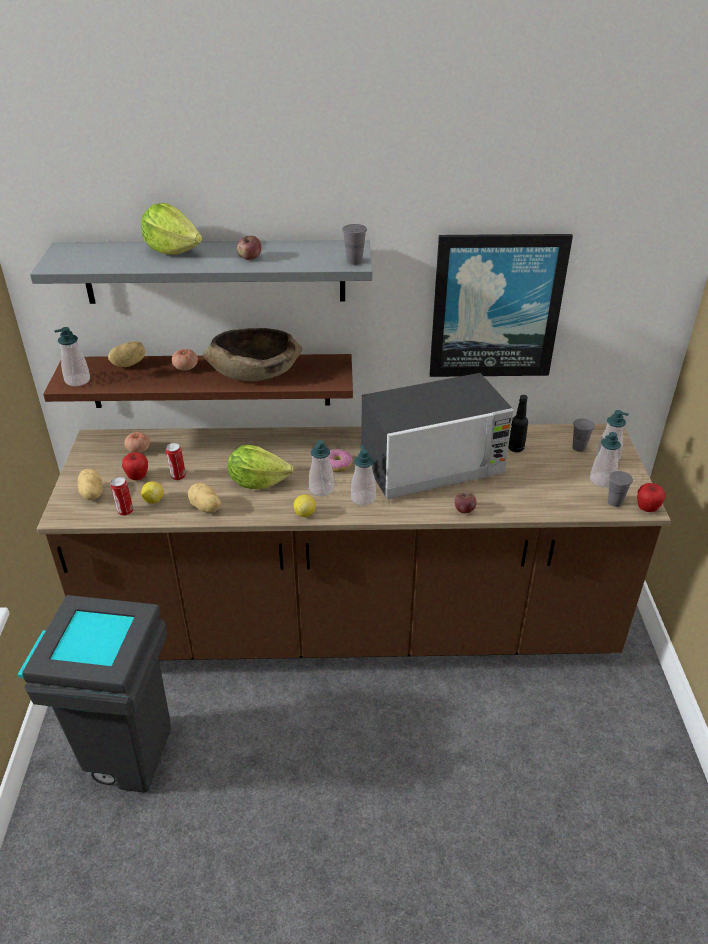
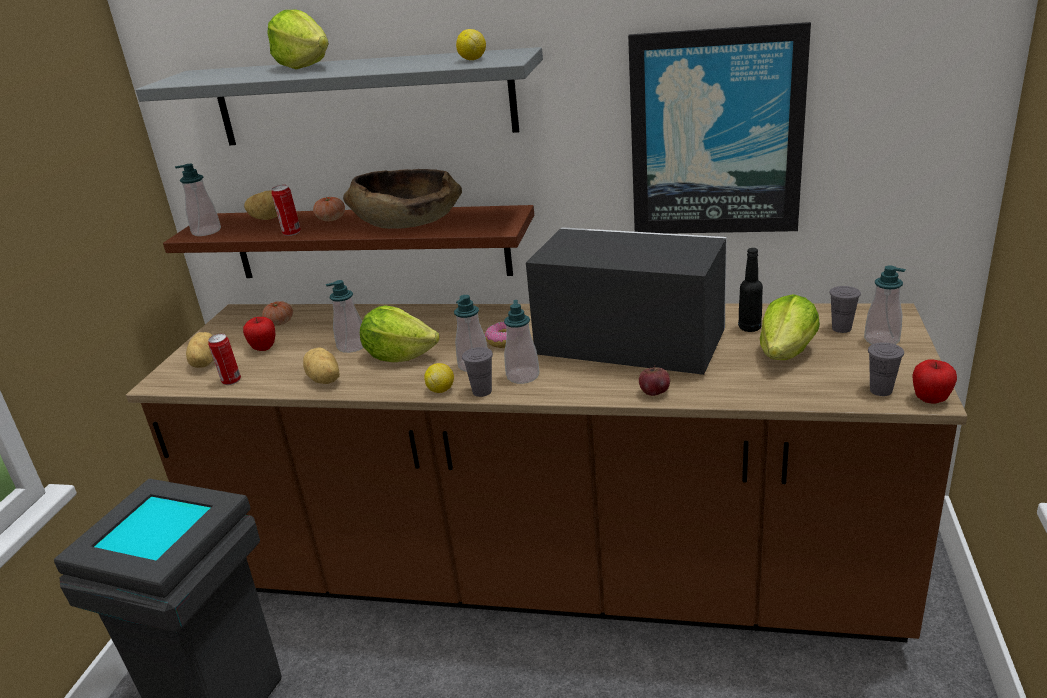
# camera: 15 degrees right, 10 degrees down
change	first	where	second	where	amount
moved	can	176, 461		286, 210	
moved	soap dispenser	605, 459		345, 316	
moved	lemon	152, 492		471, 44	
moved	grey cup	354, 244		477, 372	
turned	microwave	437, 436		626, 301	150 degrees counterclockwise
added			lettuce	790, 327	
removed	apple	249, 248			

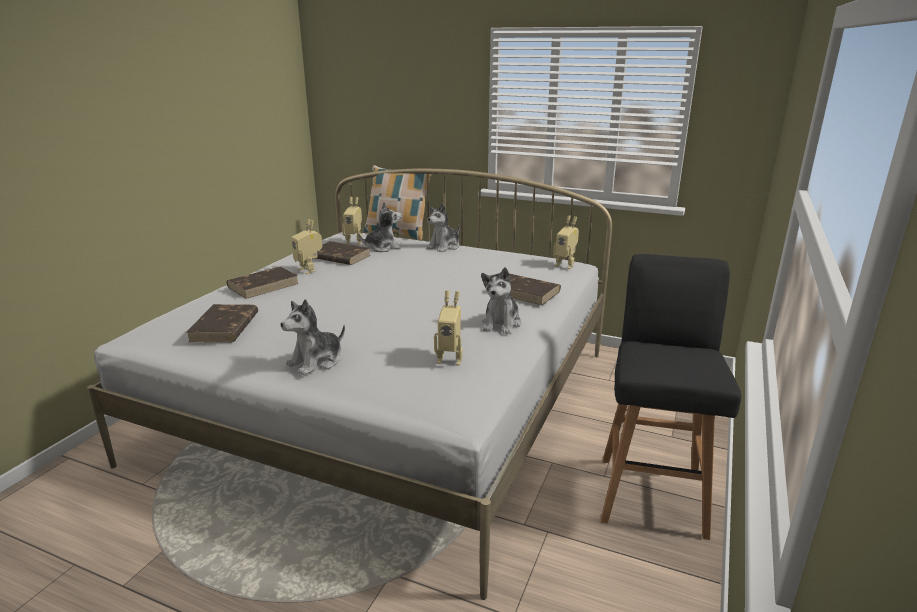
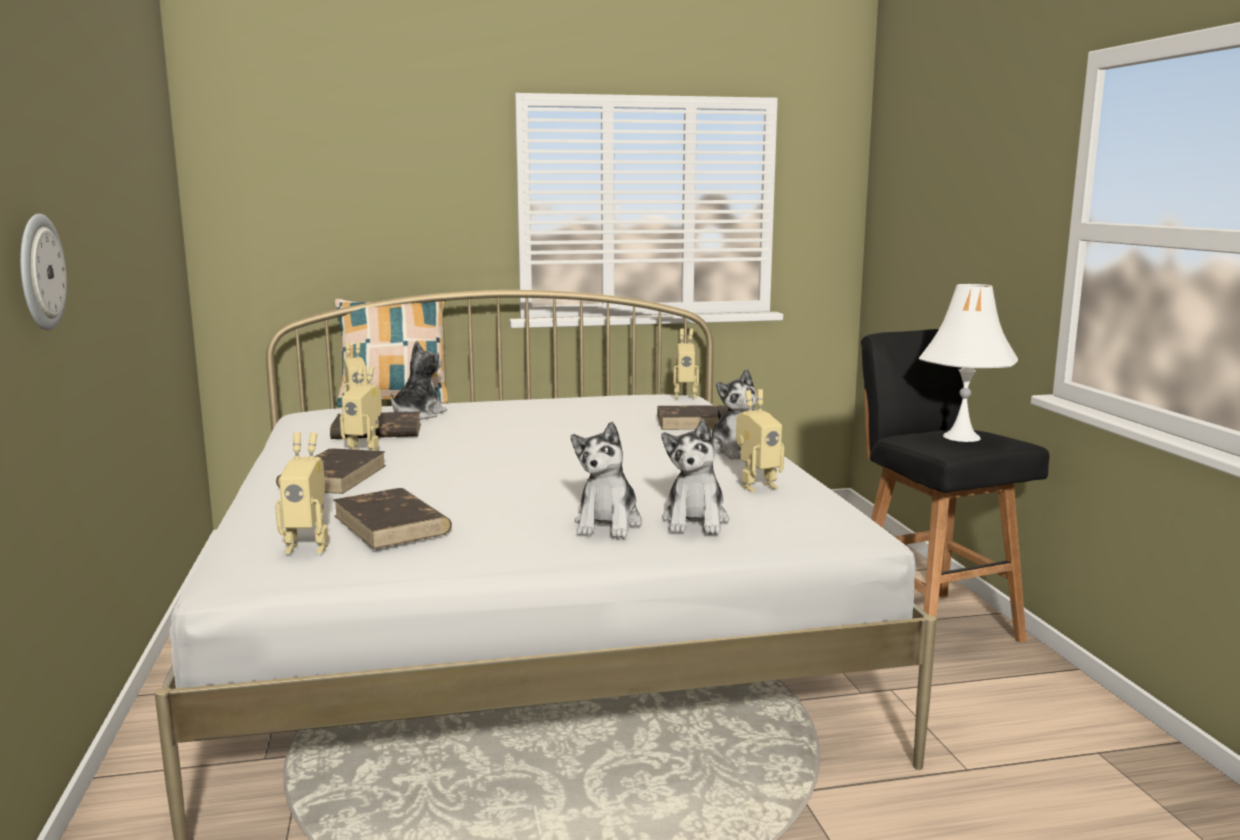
# camera: 35 degrees left, 10 degrees down
change	first	where	second	where	amount
added			wall clock	43, 272	
added			toy robot	301, 492	
moved	plush toy	443, 227		695, 476	
added			white table lamp	968, 363	

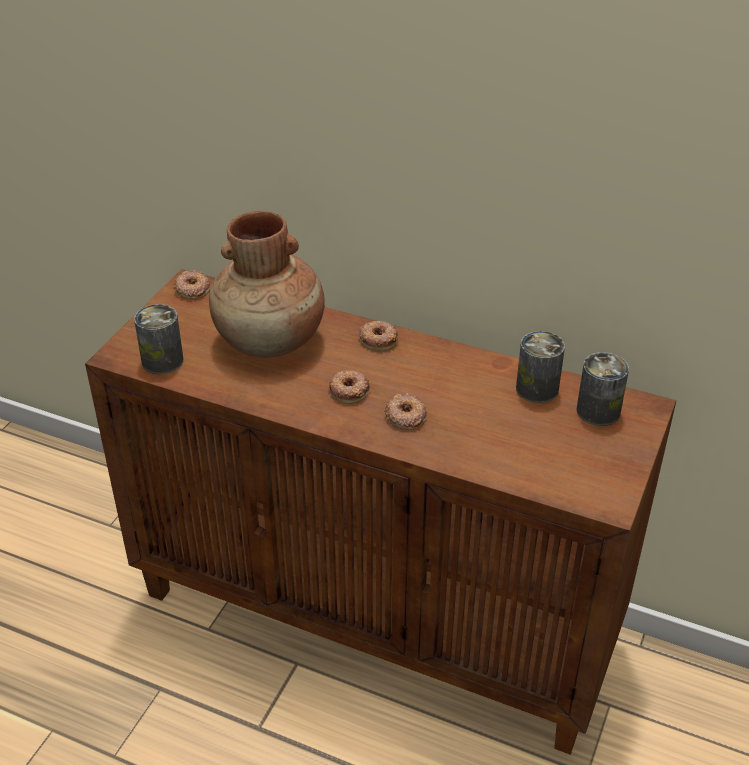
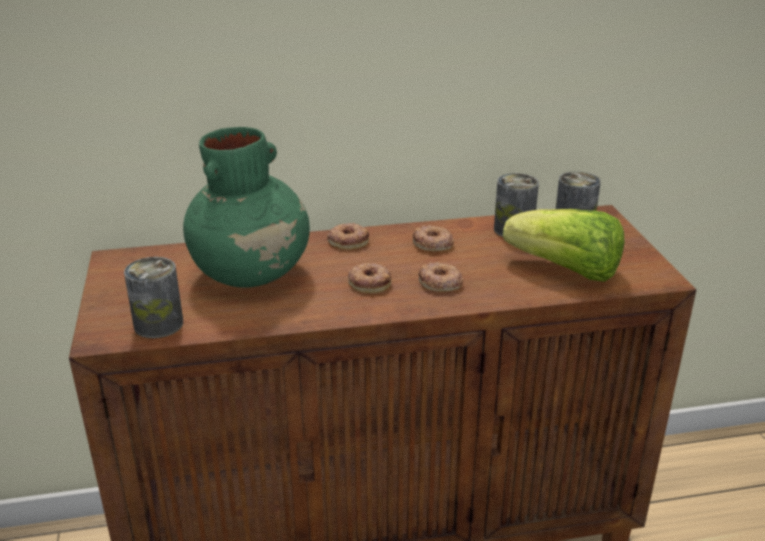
# camera: 35 degrees left, 10 degrees down
change	first	where	second	where	amount
recoloured	brown vase	267, 284	green vase	246, 207	
moved	donut	191, 284		433, 238	
added			lettuce	564, 245	

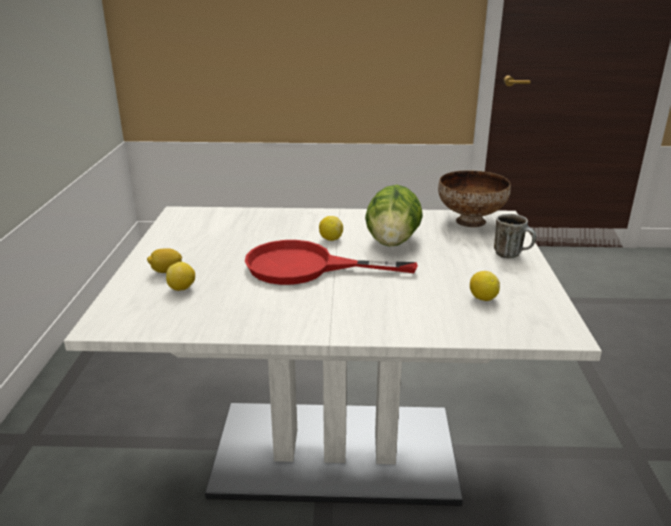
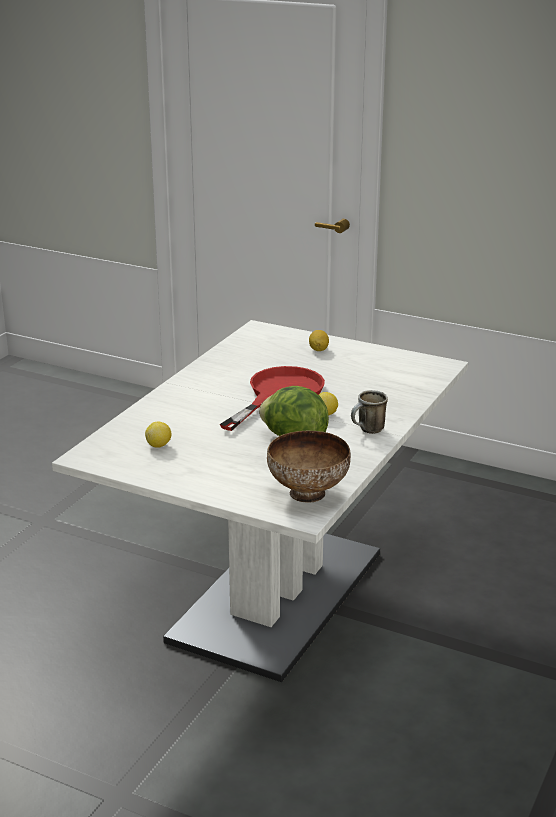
# camera: 115 degrees right, 0 degrees up
change	first	where	second	where	amount
moved	mug	515, 236		369, 412	
removed	lemon	180, 276			

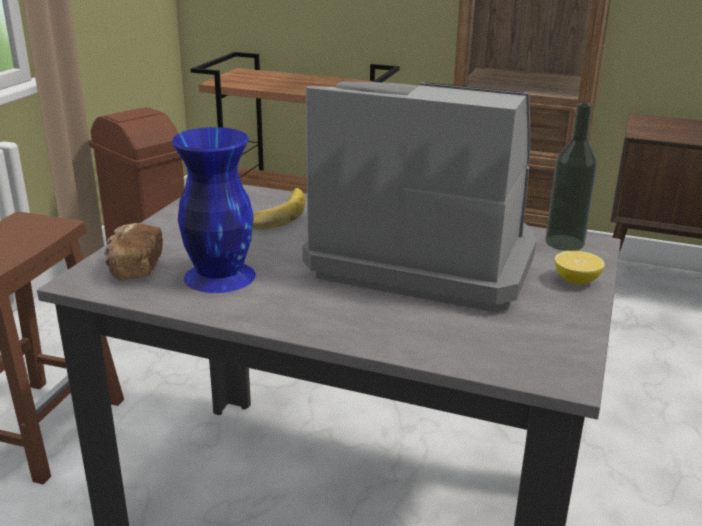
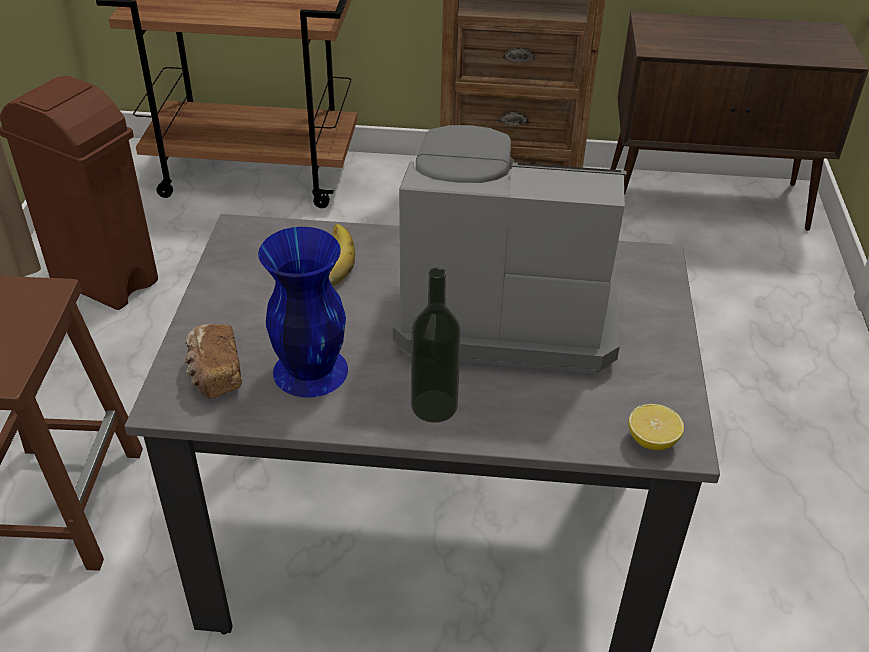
# camera: 15 degrees left, 15 degrees up
change	first	where	second	where	amount
moved	bottle	571, 177		436, 345	
moved	lemon	579, 268		656, 427	

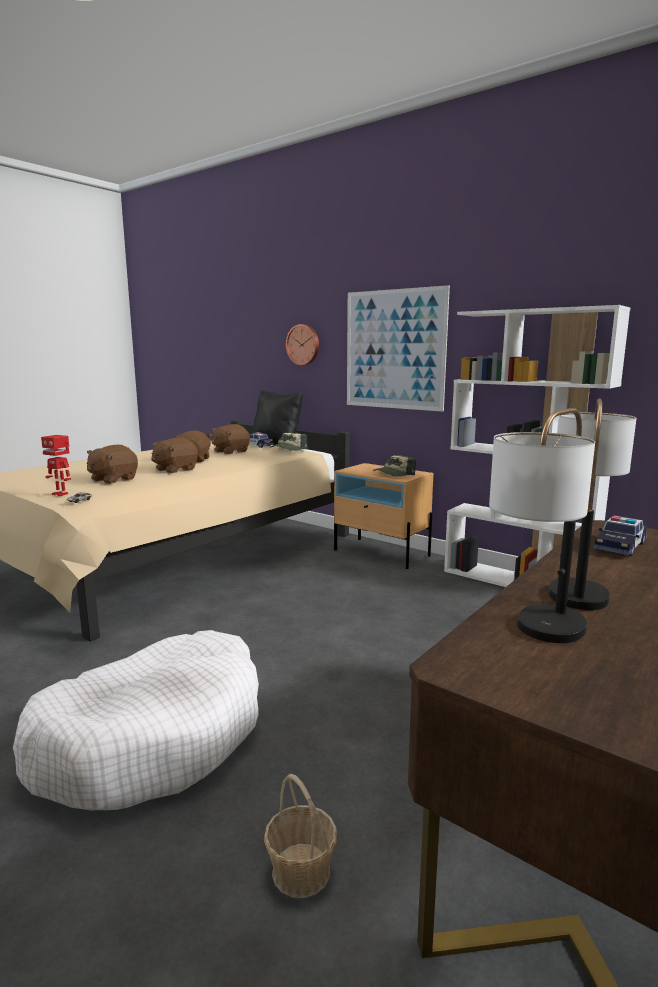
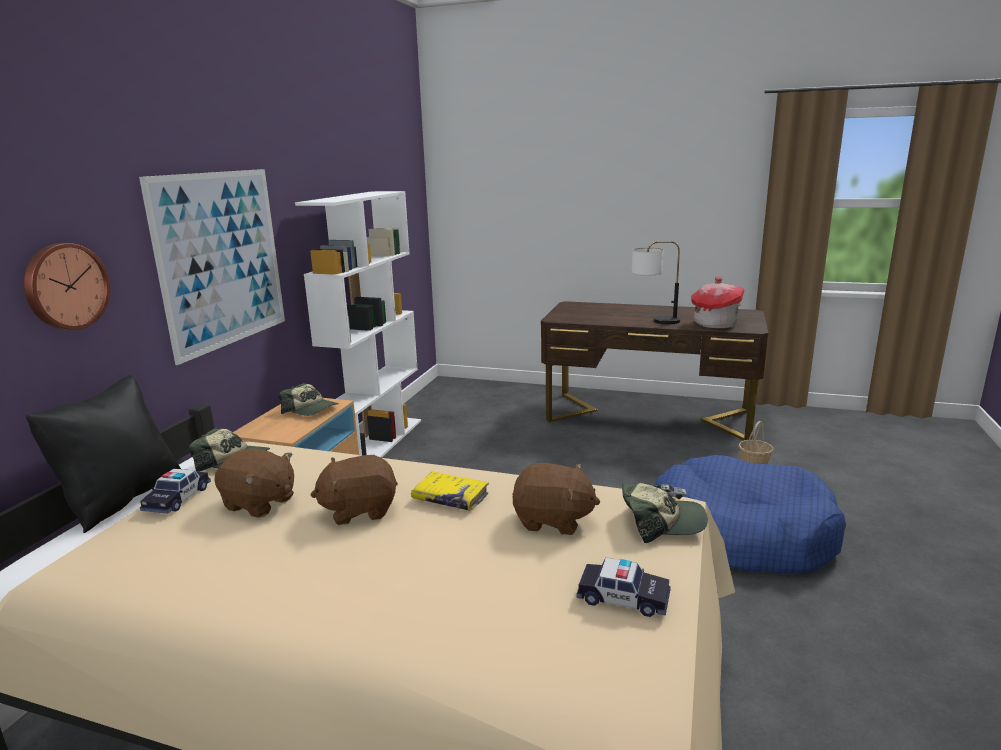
# camera: 110 degrees left, 5 degrees up
change	first	where	second	where	amount
replaced	brown plush toy	174, 455	yellow book	450, 491	
moved	toy car	620, 536		623, 587	
replaced	toy robot	56, 465	cap	665, 513	
recoloured	white dog bed	136, 720	blue dog bed	750, 514	
replaced	table lamp	542, 525	toy house	718, 302	

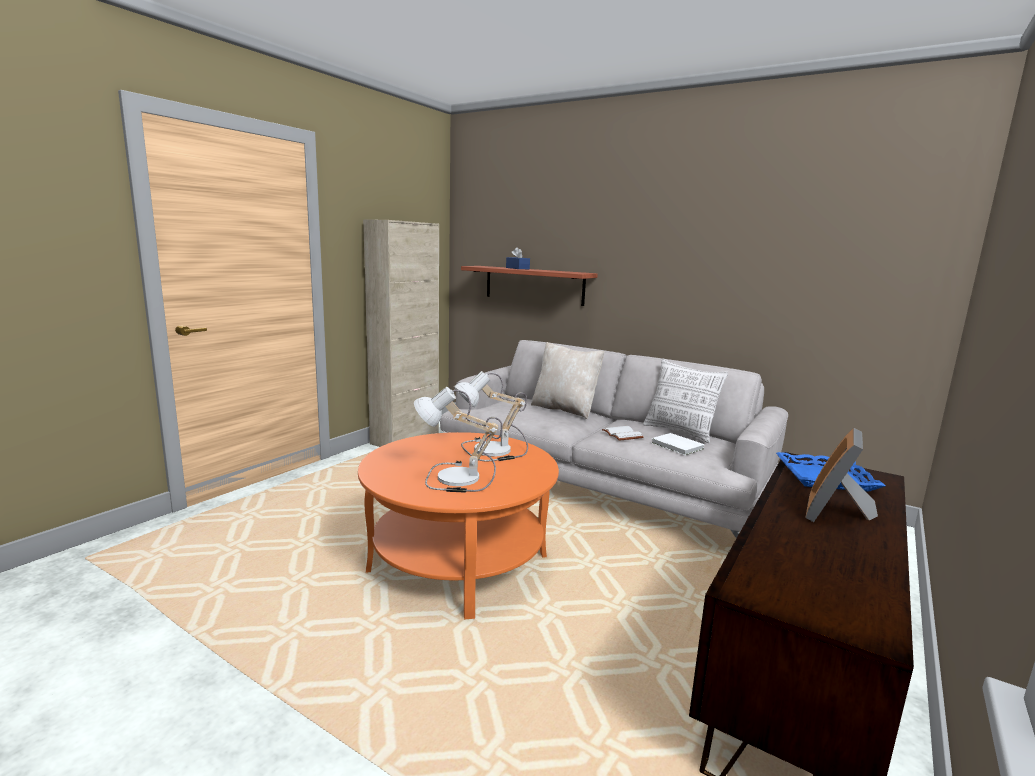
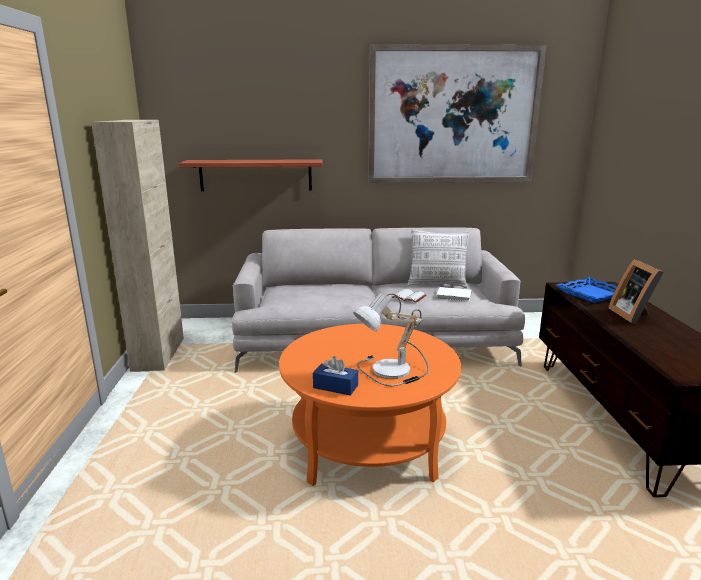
# camera: 35 degrees left, 5 degrees up
change	first	where	second	where	amount
moved	blue tissue box	518, 258		335, 376	
added			picture	457, 113	
removed	table lamp	491, 416			
removed	beige pillow	567, 380			

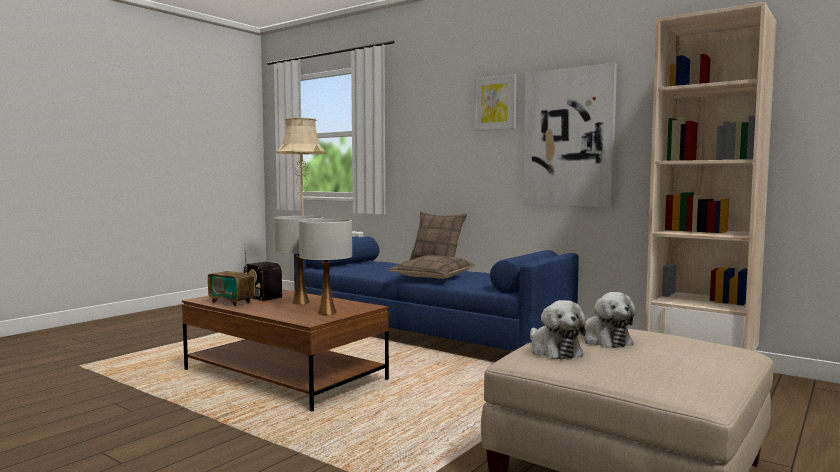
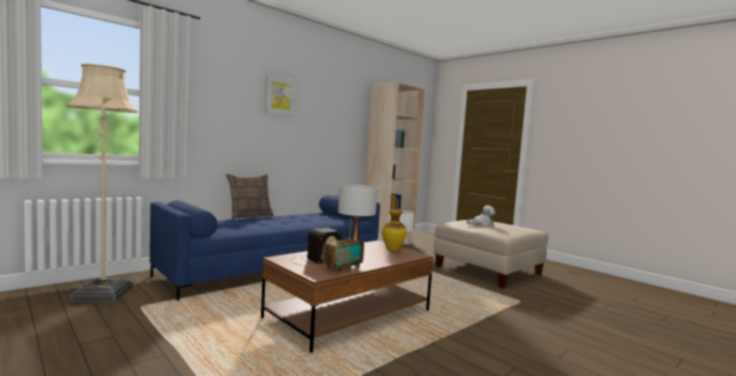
# camera: 80 degrees left, 0 degrees up
change	first	where	second	where	amount
replaced	white table lamp	325, 267	vase	394, 231	
removed	pillow	431, 267			
removed	picture	570, 135			
removed	plush toy	558, 330			

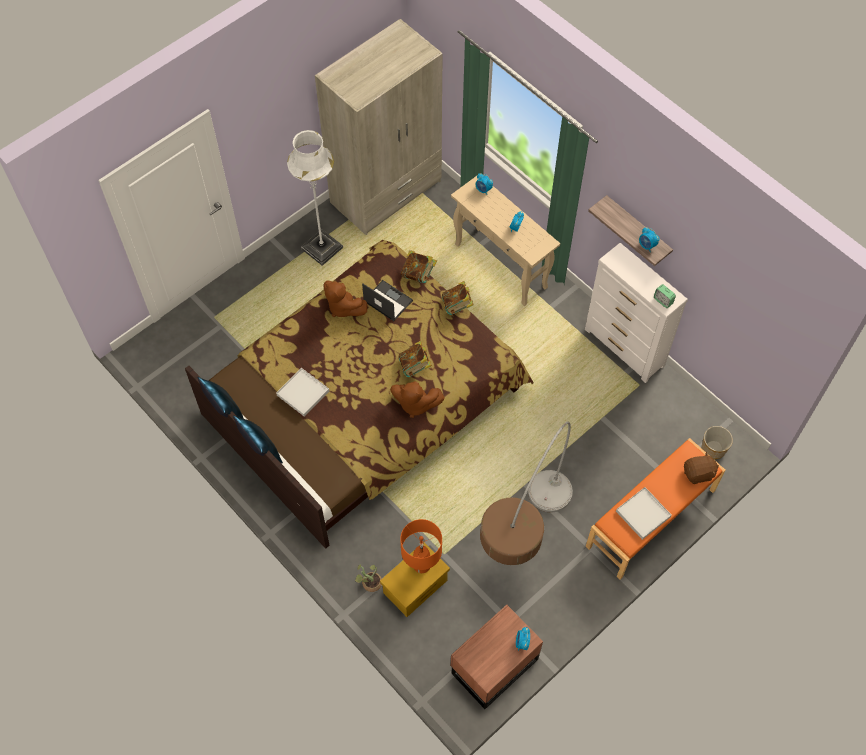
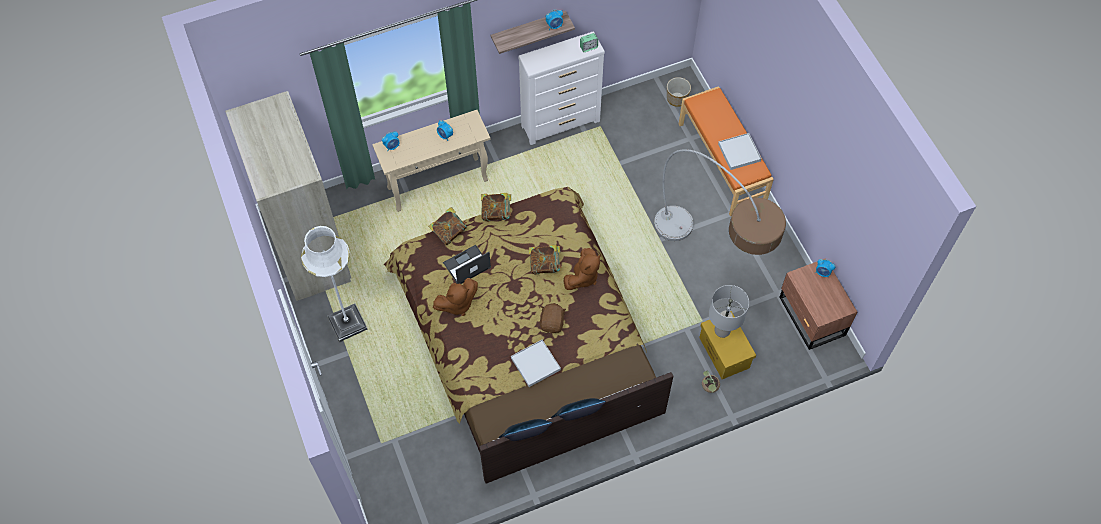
# camera: 70 degrees left, 0 degrees up
change	first	where	second	where	amount
moved	brown plush toy	701, 468		553, 318	
recoloured	orange table lamp	421, 546	grey table lamp	729, 311	

